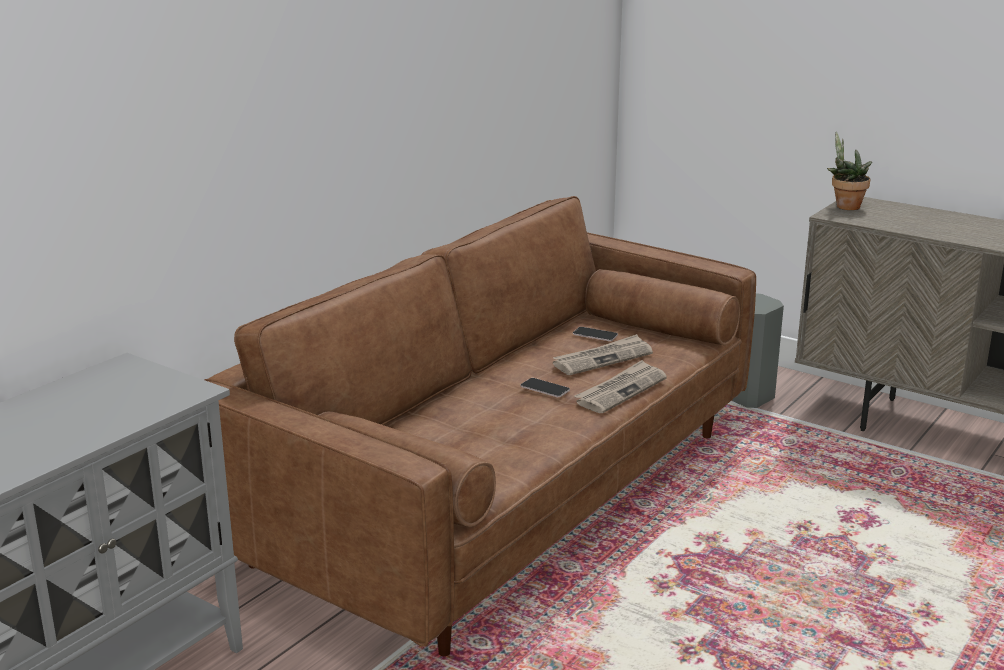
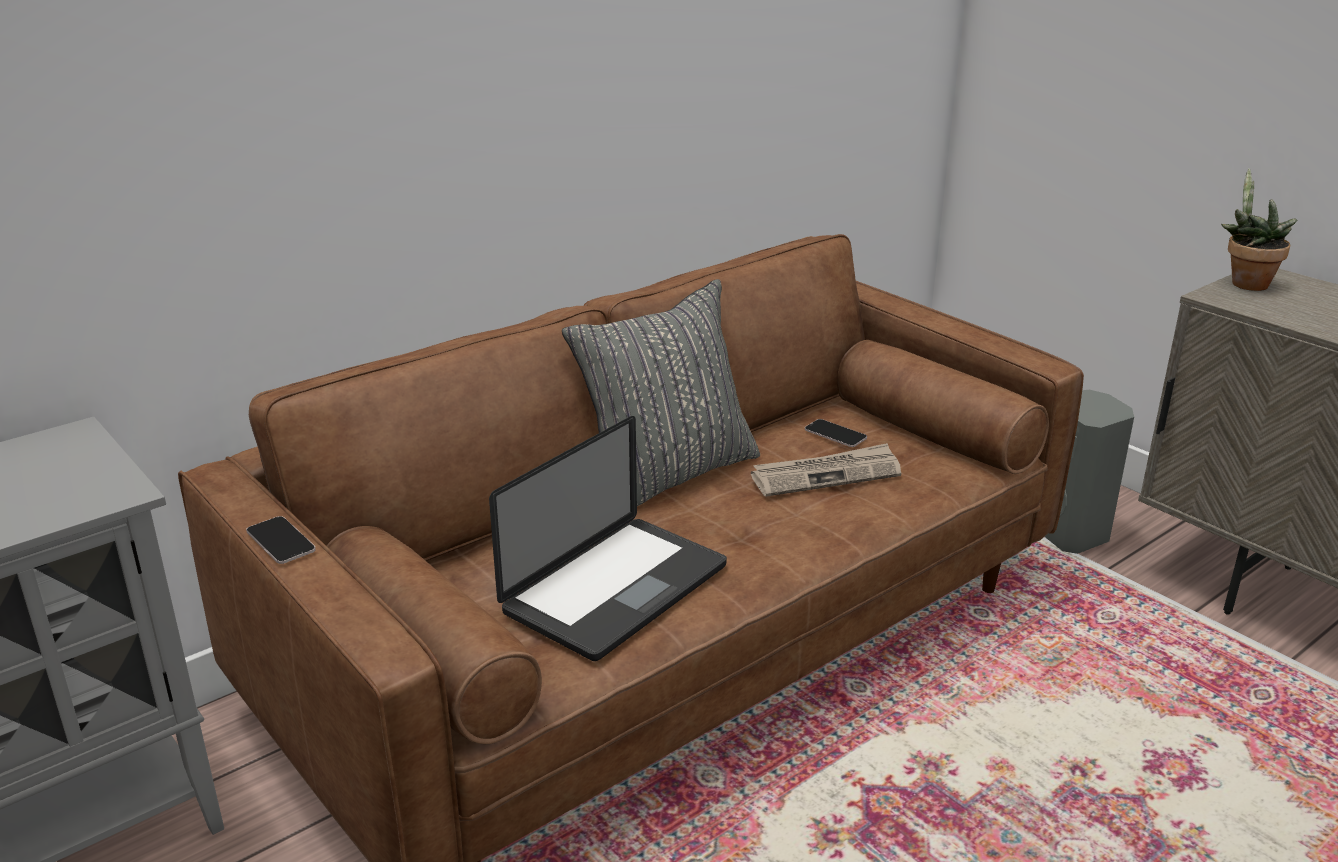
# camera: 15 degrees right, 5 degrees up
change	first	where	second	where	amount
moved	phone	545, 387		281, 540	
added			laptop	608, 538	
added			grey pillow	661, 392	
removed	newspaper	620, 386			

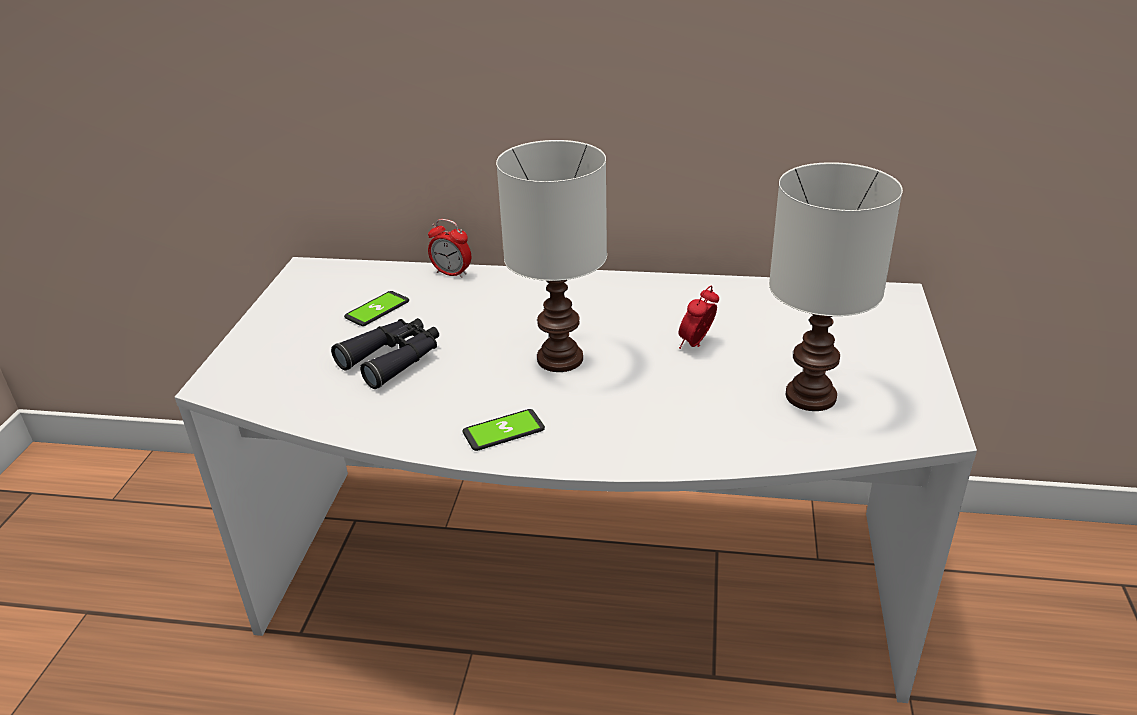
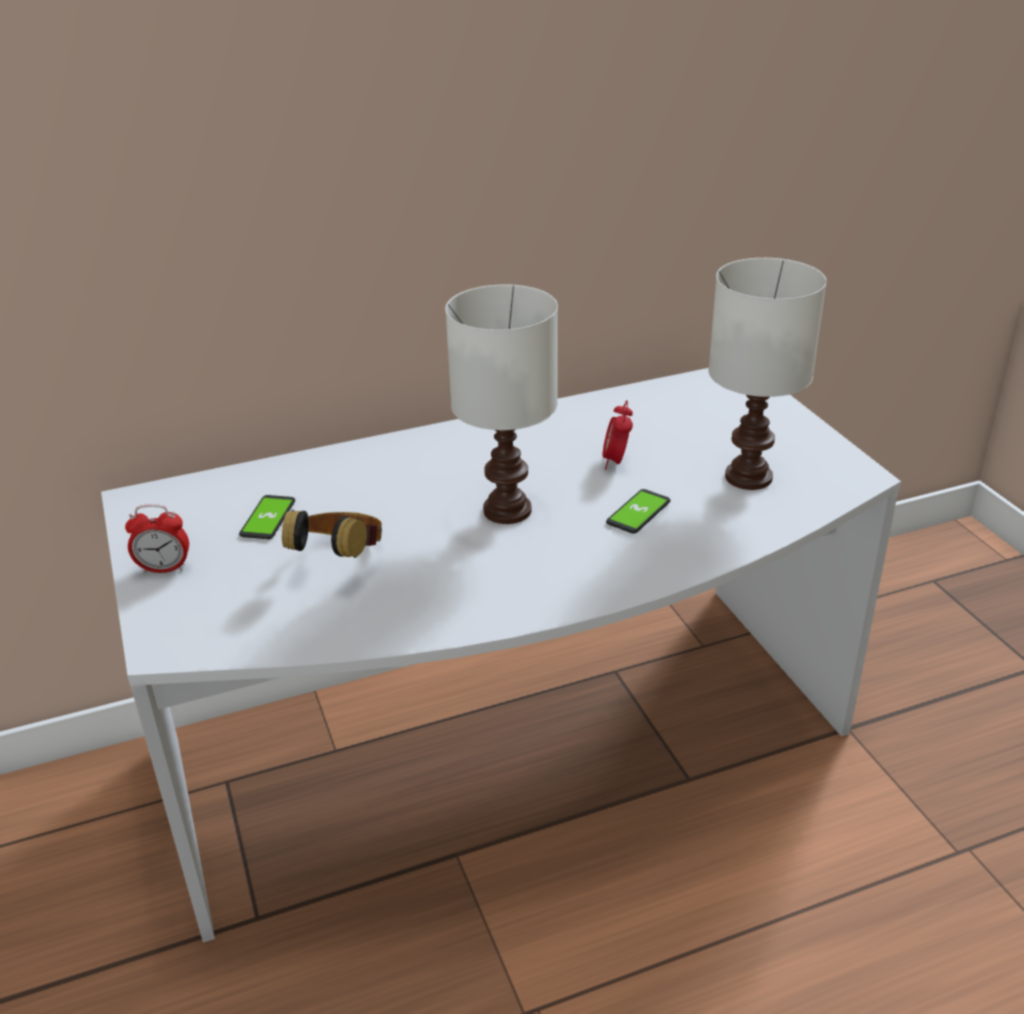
# camera: 30 degrees left, 0 degrees up
change	first	where	second	where	amount
moved	alarm clock	449, 248		157, 539	
replaced	black binoculars	385, 353	headphones	332, 533	
moved	phone	503, 430		638, 511	

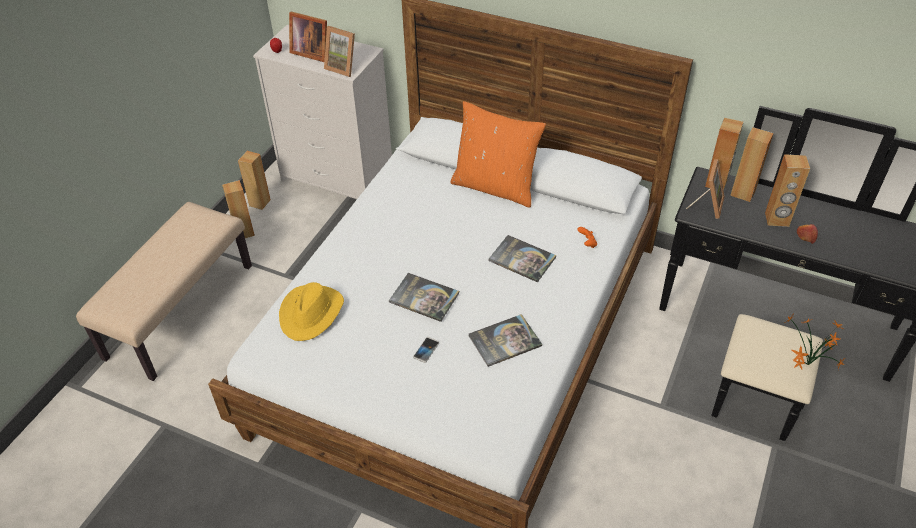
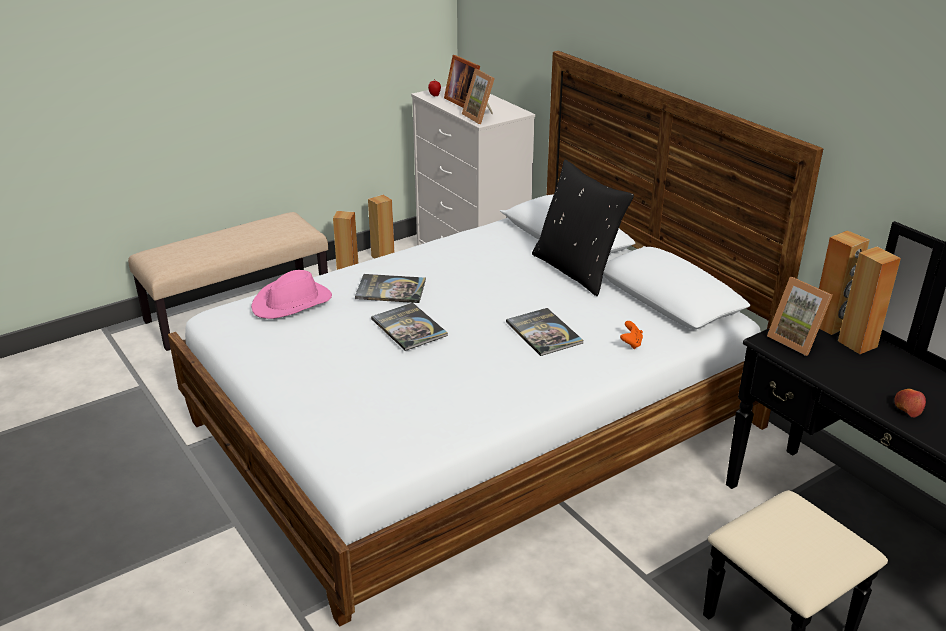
# camera: 30 degrees right, 15 degrees down
change	first	where	second	where	amount
recoloured	yellow hat	311, 311	pink hat	291, 294	
moved	book	505, 340		390, 288	
recoloured	orange pillow	498, 154	black pillow	583, 228	
turned	picture frame	705, 189		800, 316	90 degrees clockwise
removed	phone	426, 350			
removed	brown speaker	787, 190			
removed	potted plant	814, 341			

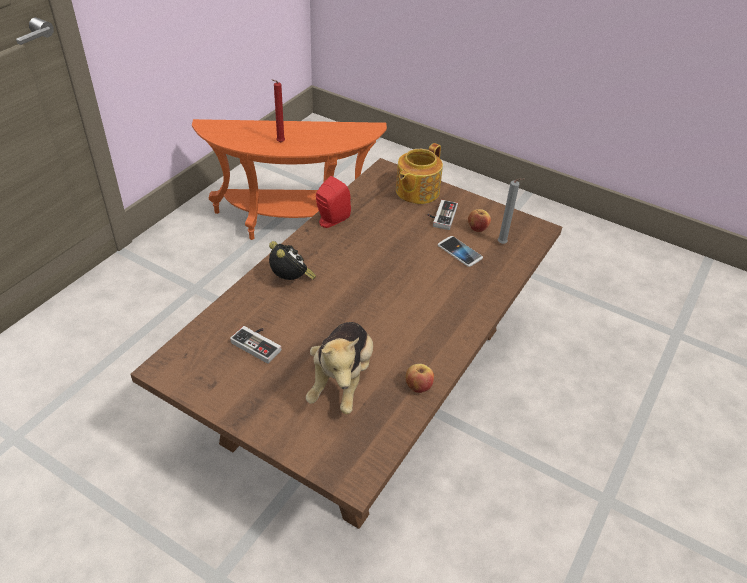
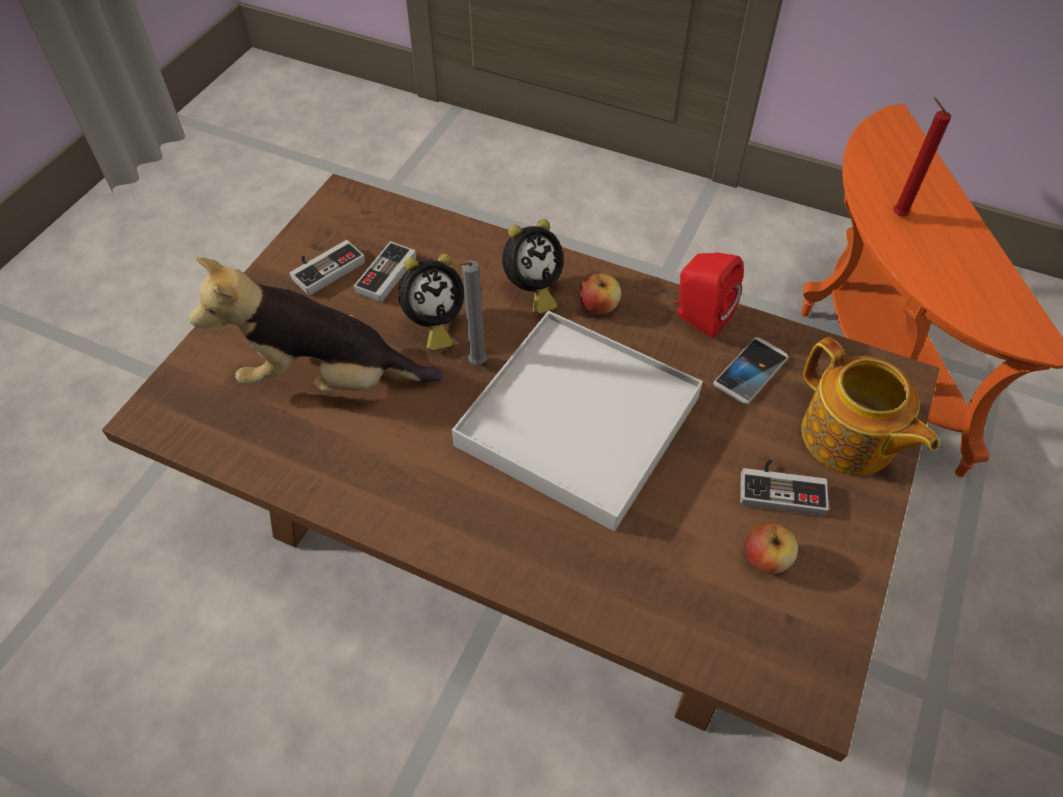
# camera: 85 degrees right, 10 degrees up
change	first	where	second	where	amount
added			game controller	327, 268	
added			alarm clock	431, 302	
added			white tray	577, 421	
moved	grey candle	511, 211		473, 312	
moved	apple	419, 378		600, 294	
moved	phone	460, 251		751, 370	
turned	teapot	419, 173		870, 406	150 degrees counterclockwise

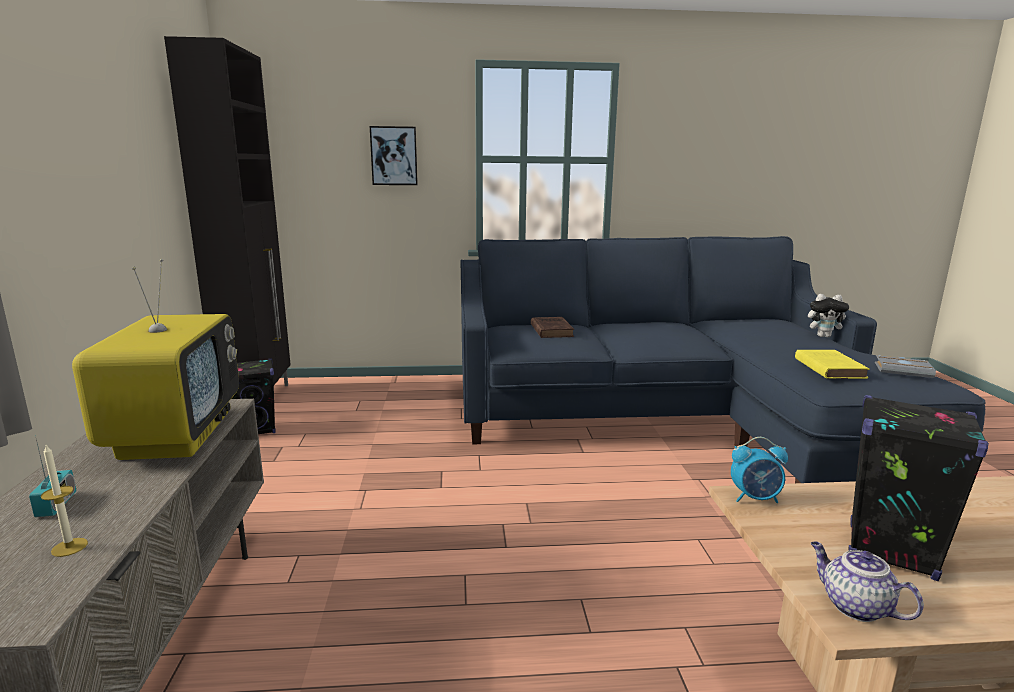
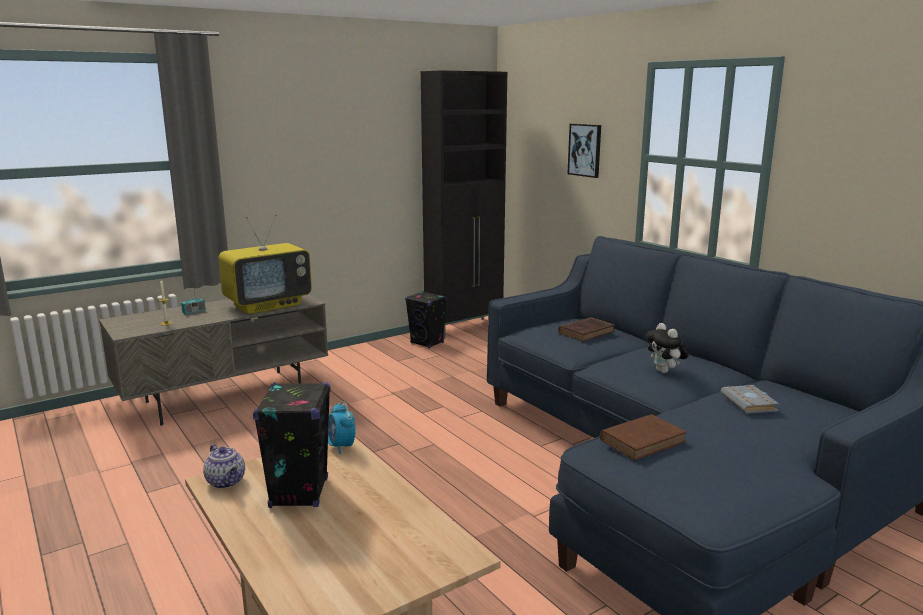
# camera: 60 degrees right, 0 degrees up
change	first	where	second	where	amount
turned	teapot	867, 581		224, 466	120 degrees clockwise
recoloured	yellow book	832, 364	brown book	643, 437	
moved	plush toy	828, 315		667, 348	
moved	grey book	905, 366		750, 399	

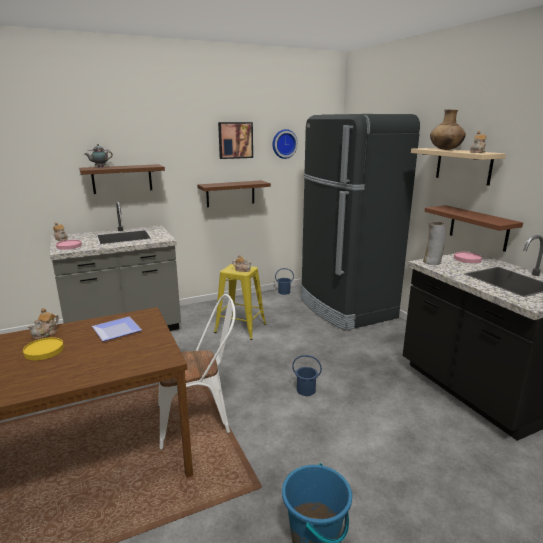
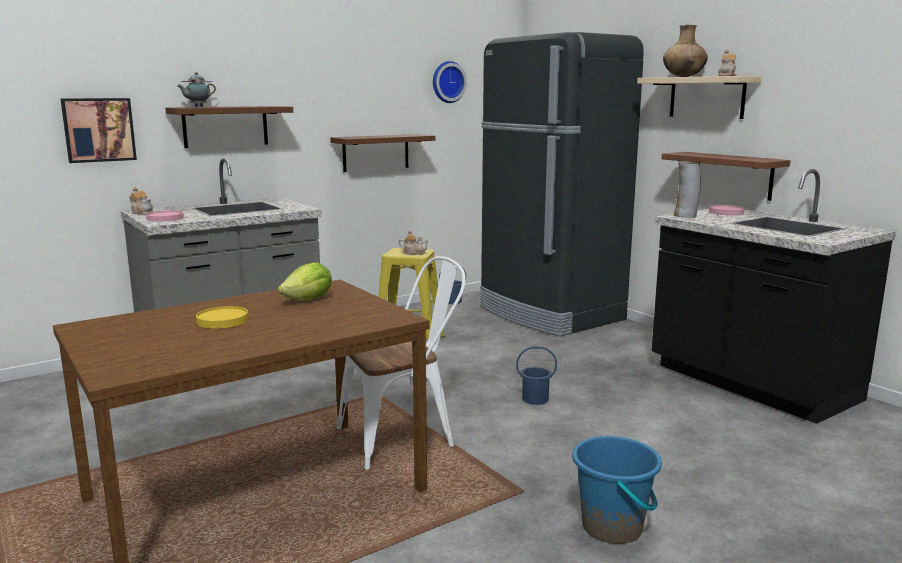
# camera: 10 degrees left, 5 degrees down
change	first	where	second	where	amount
moved	picture	235, 140		99, 130	
replaced	plate	117, 329	lettuce	305, 281	
removed	teapot	43, 323			

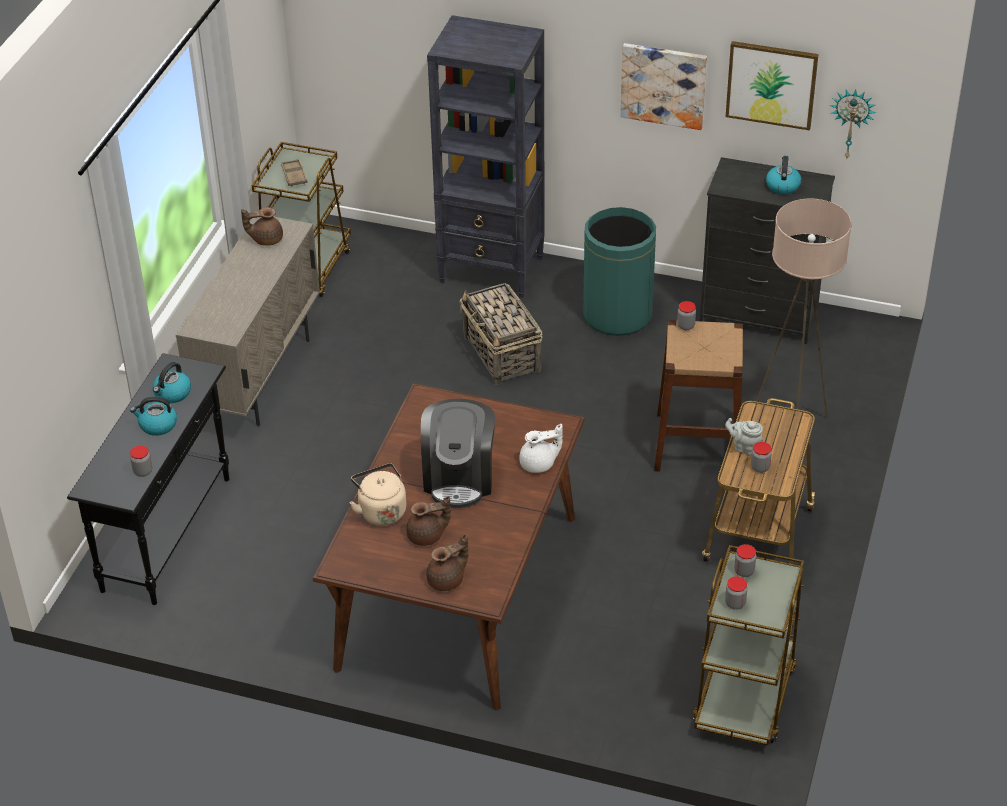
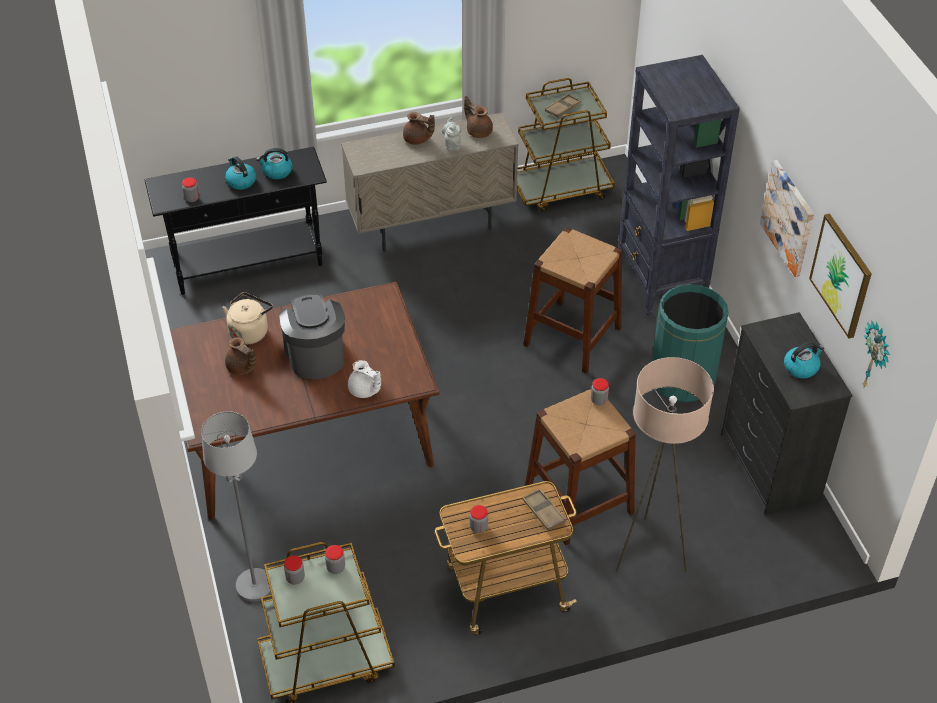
# camera: 55 degrees right, 5 degrees up
change	first	where	second	where	amount
added			grey floor lamp	236, 506	
turned	coffee machine	458, 453		312, 336	105 degrees clockwise
moved	brown teapot	447, 562		419, 128	
moved	grey teapot	744, 436		452, 134	
added			brown tray	544, 509	
replaced	basket	501, 334	brown stool	573, 300	

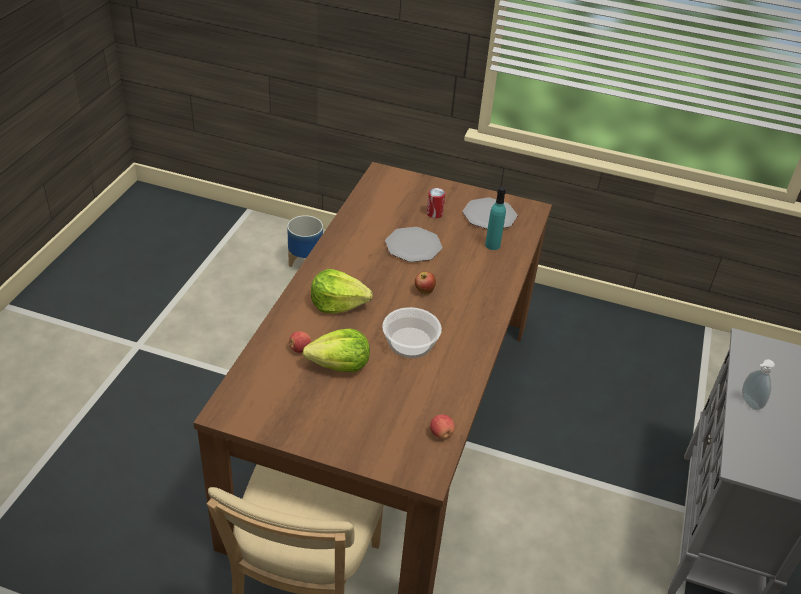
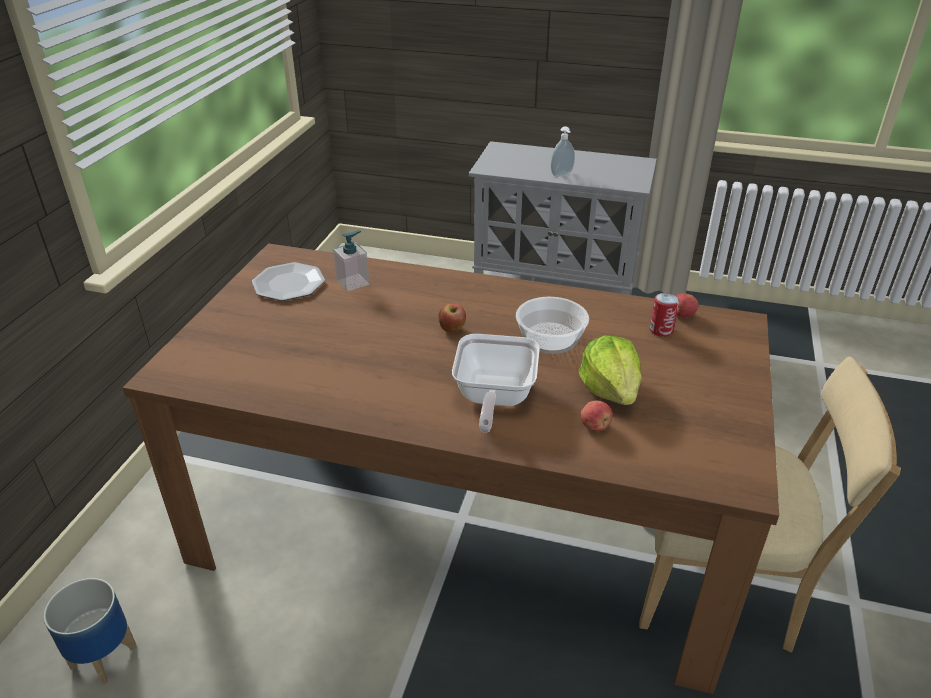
# camera: 90 degrees left, 5 degrees down
change	first	where	second	where	amount
replaced	turquoise bottle	495, 218	soap dispenser	351, 260	
replaced	lettuce	342, 291	frying pan	496, 383	
moved	can	436, 203		664, 315	
removed	plate	413, 244			

